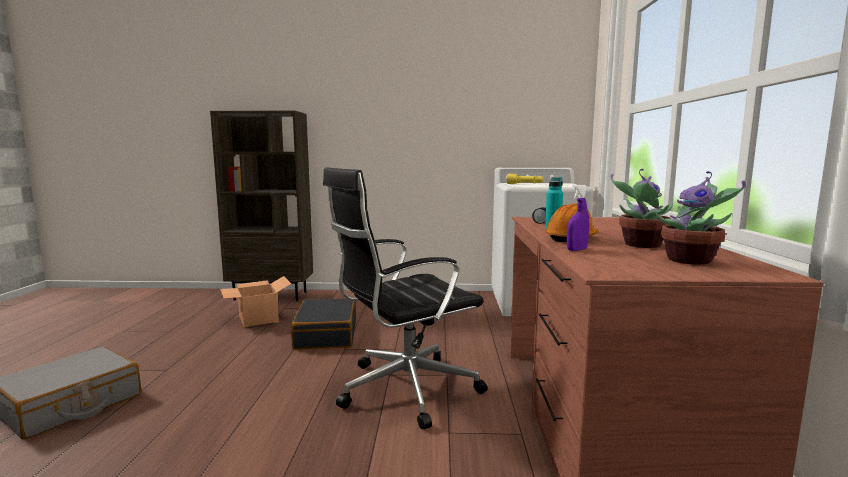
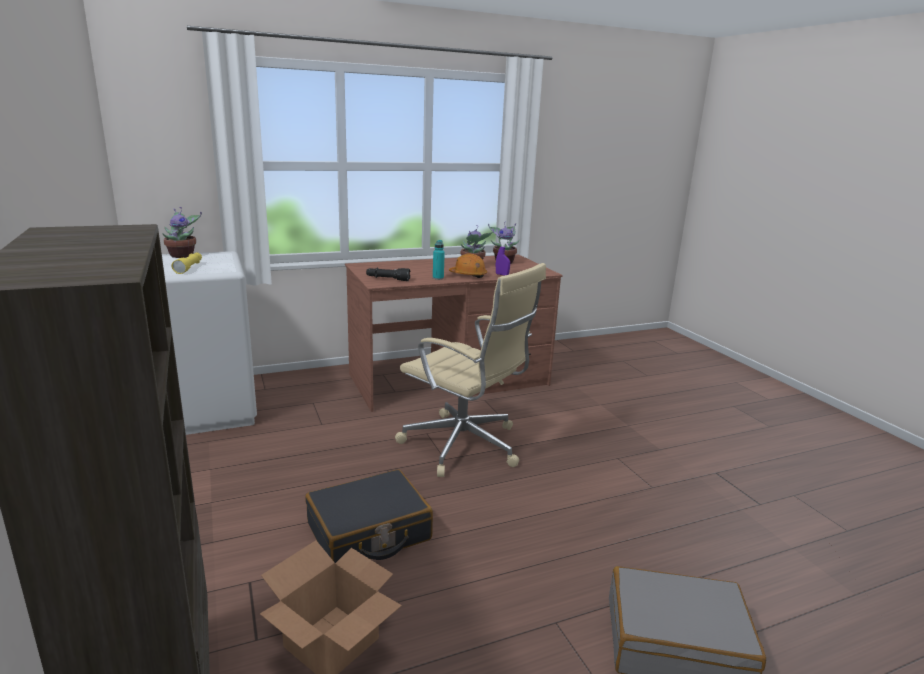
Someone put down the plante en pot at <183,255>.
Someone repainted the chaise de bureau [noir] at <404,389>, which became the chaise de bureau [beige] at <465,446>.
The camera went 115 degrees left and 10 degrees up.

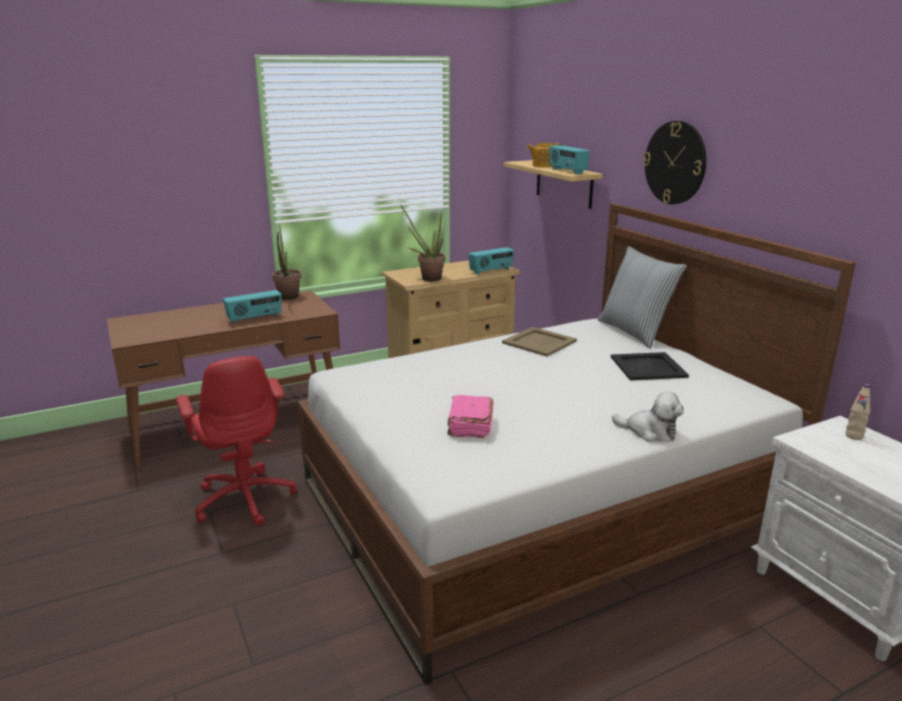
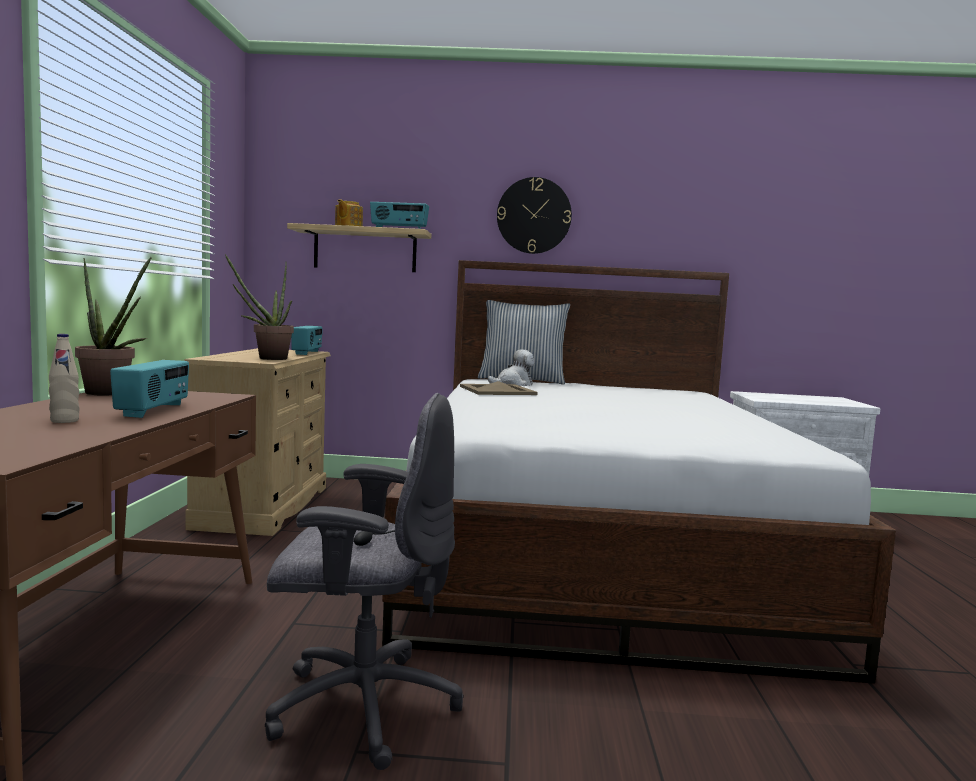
Someone took away the livre [rose] at <469,426>.
Someone took away the plateau [noir] at <647,367>.
Someone carried the peluche from <649,432> to <513,384>.
Someone carried the bouteille [beige] from <854,436> to <64,421>.
Someone repainted the chaise de bureau [rouge] at <244,498>, which became the chaise de bureau [gris] at <361,706>.
The camera went 60 degrees left and 15 degrees down.

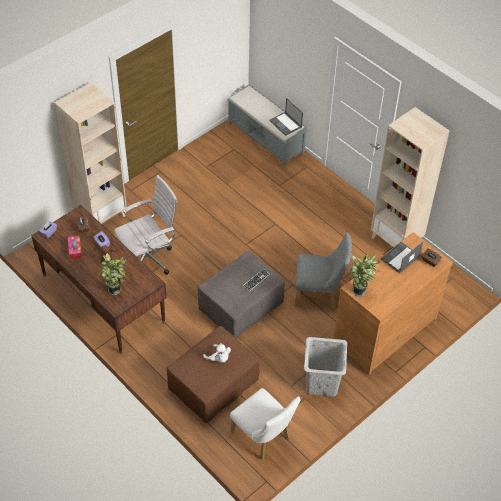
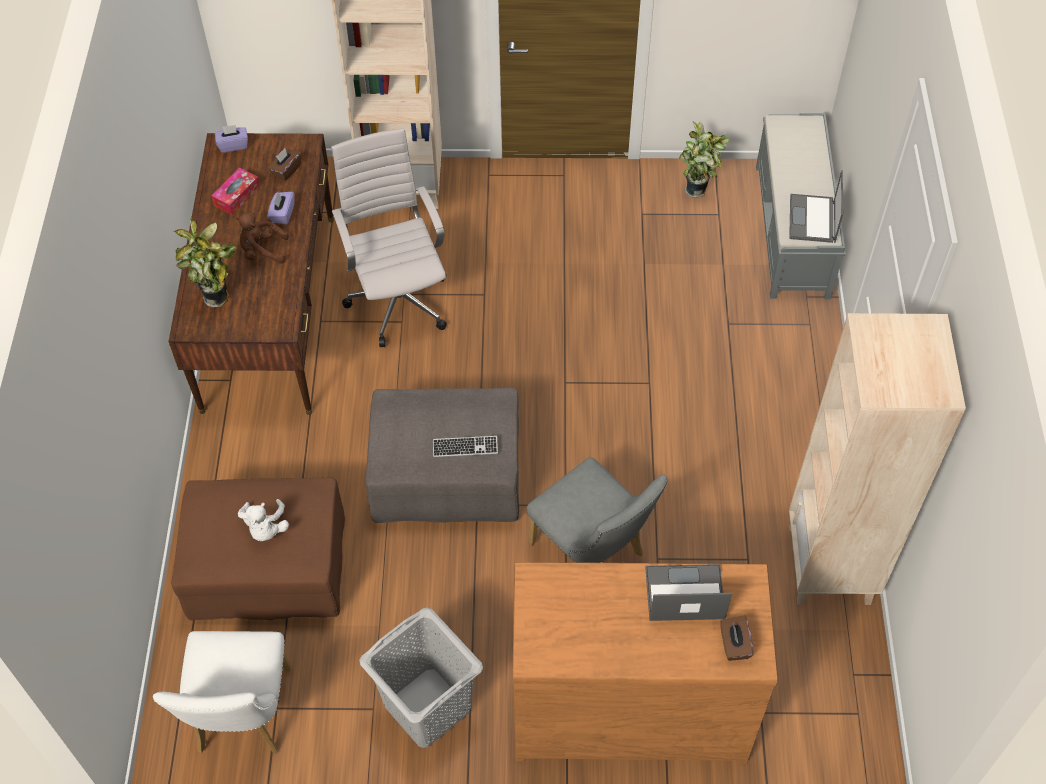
Someone carried the plante en pot from <360,290> to <698,190>.
Someone rotated the chaise de bureau [blanc] at <149,259> by 120 degrees counterclockwise.
The camera went 45 degrees right and 5 degrees up.

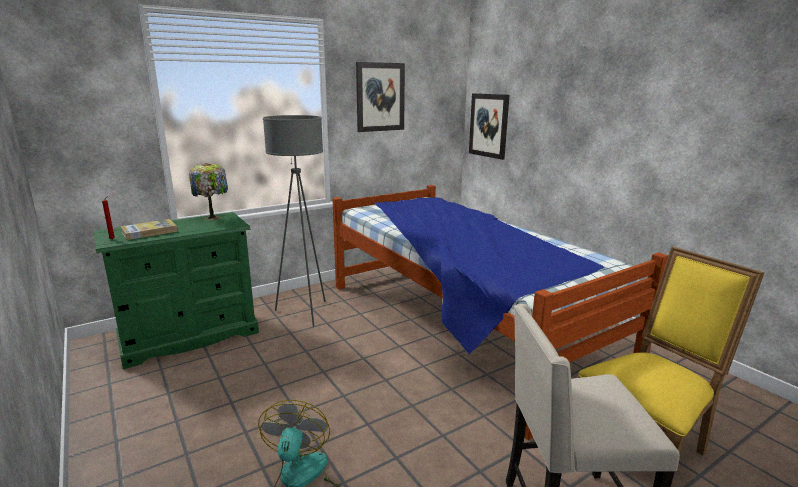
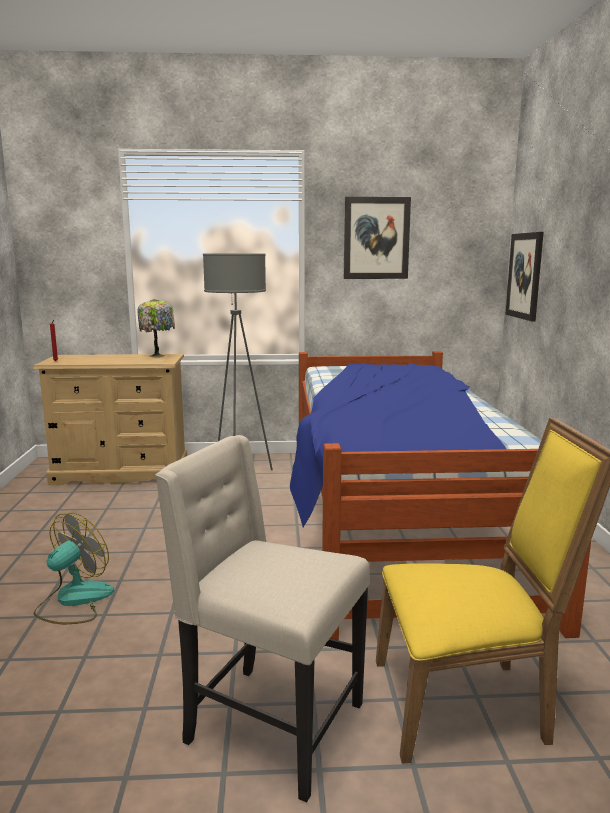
Someone took away the livre at <149,232>.
Someone repainted the commode [vert] at <190,336>, which became the commode [beige] at <121,473>.
The camera went 30 degrees right and 5 degrees down.

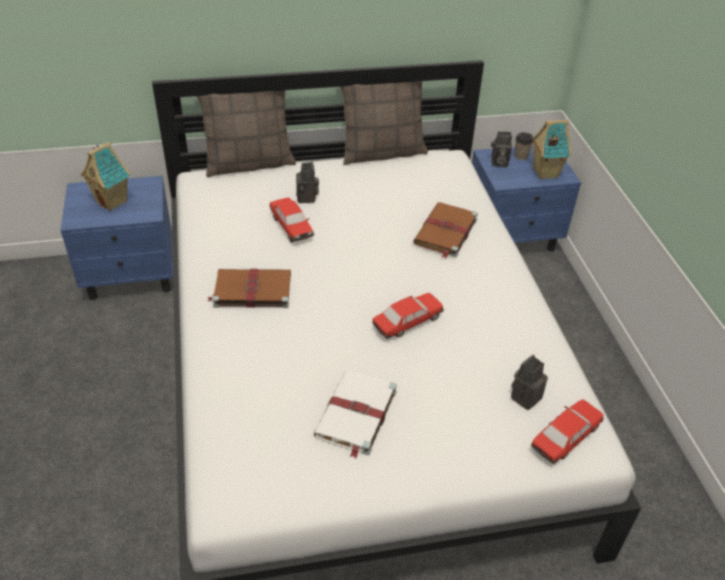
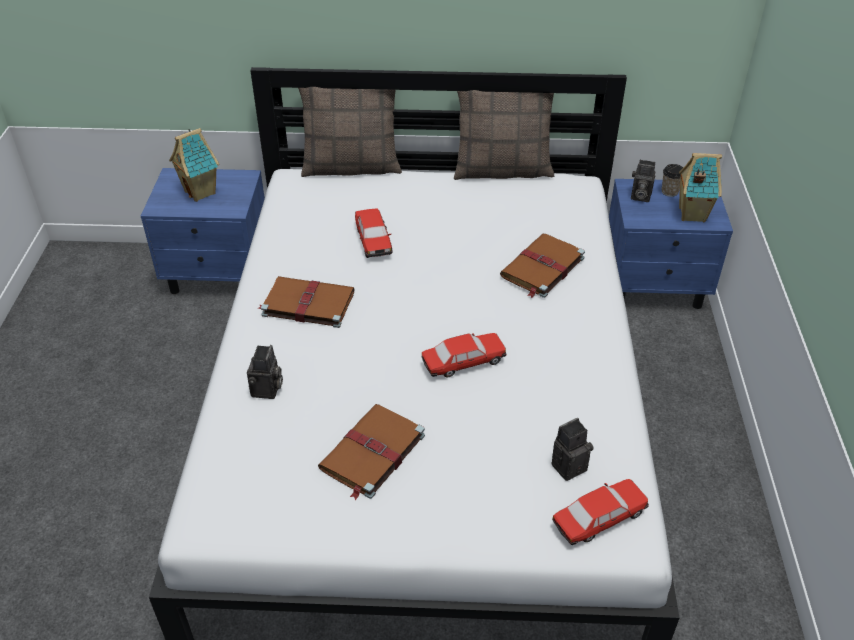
Someone carried the appareil photo from <307,198> to <267,390>.
Someone repainted the livre [blanc] at <355,415>, which became the livre [marron] at <371,453>.
The camera went 15 degrees right and 0 degrees up.

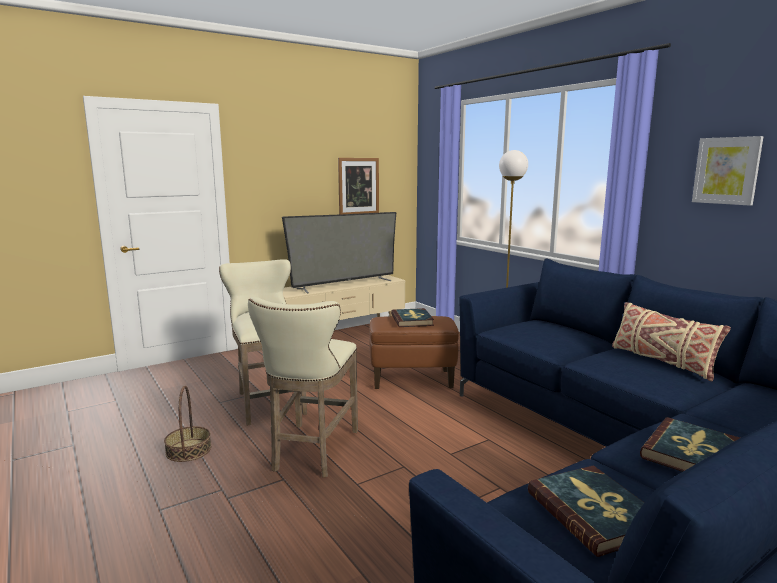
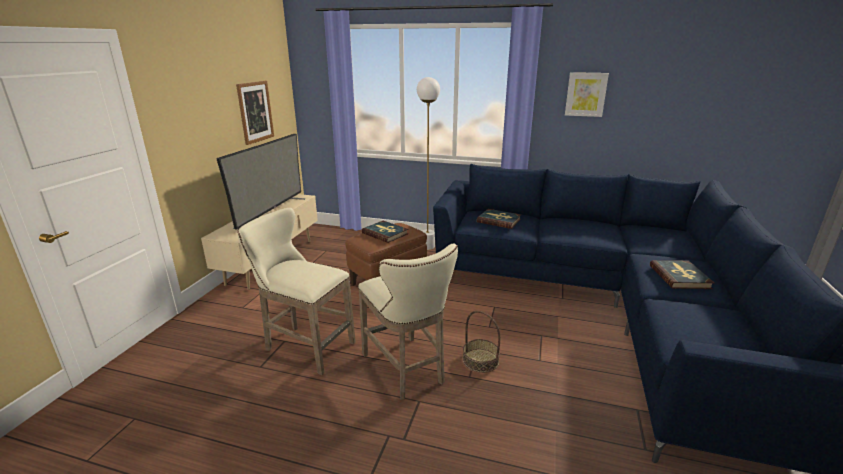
Someone took away the coussin [beige] at <662,361>.
Someone carried the panier from <188,450> to <480,360>.
Someone carried the livre from <594,513> to <499,220>.
The camera went 40 degrees left and 10 degrees up.

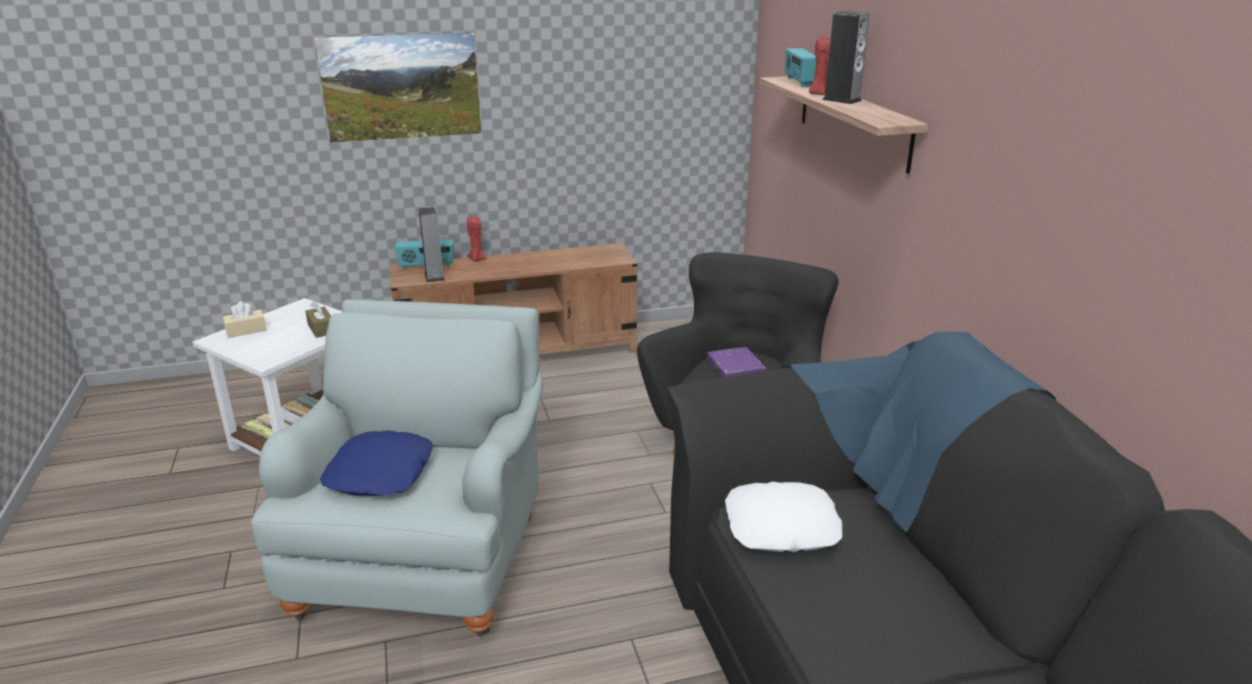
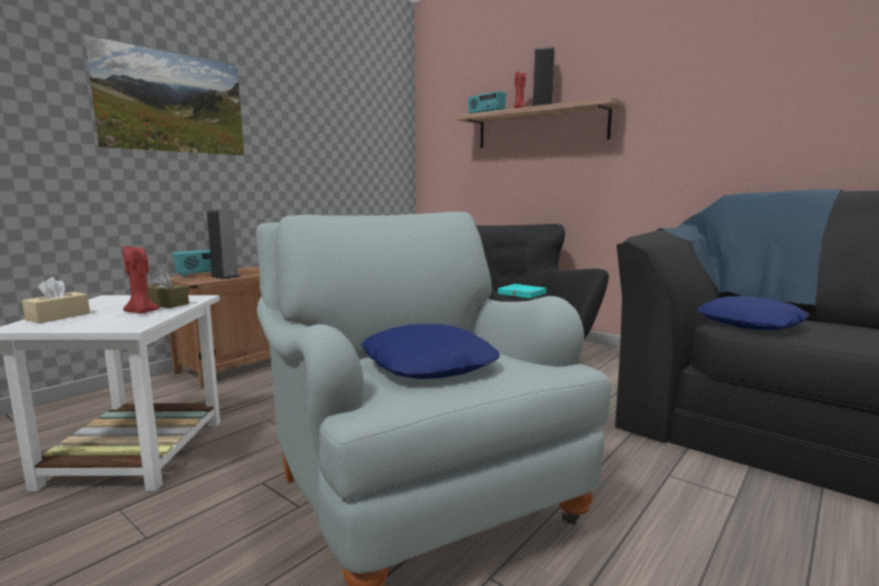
Someone carried the bougie [rouge] from <476,260> to <141,312>.
Someone repainted the livre [violet] at <735,367>, which became the livre [turquoise] at <522,294>.
Someone repainted the coussin [blanc] at <781,528>, which became the coussin [bleu] at <751,324>.
The camera went 35 degrees left and 15 degrees down.

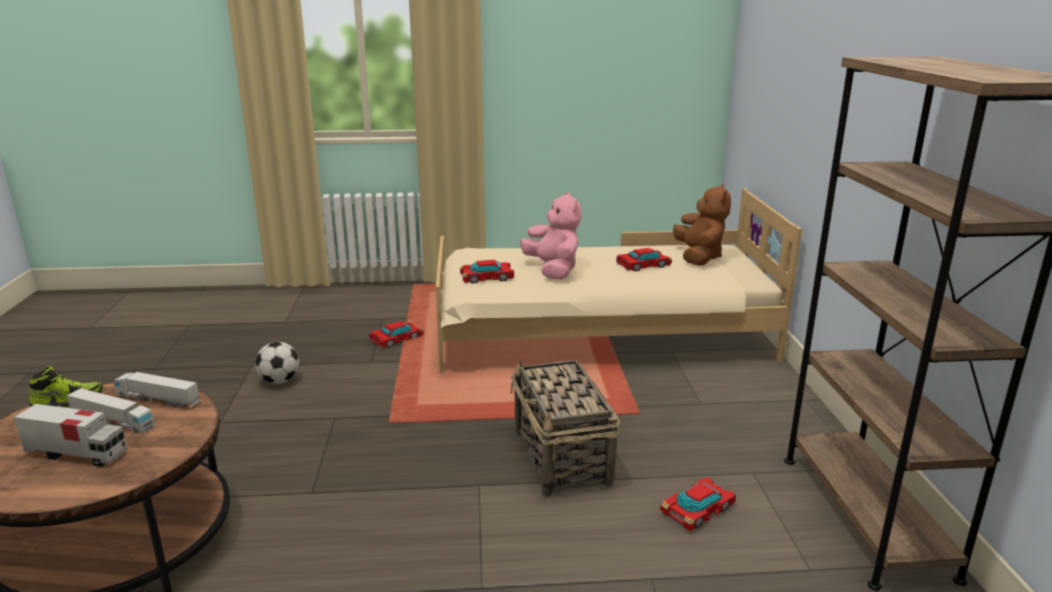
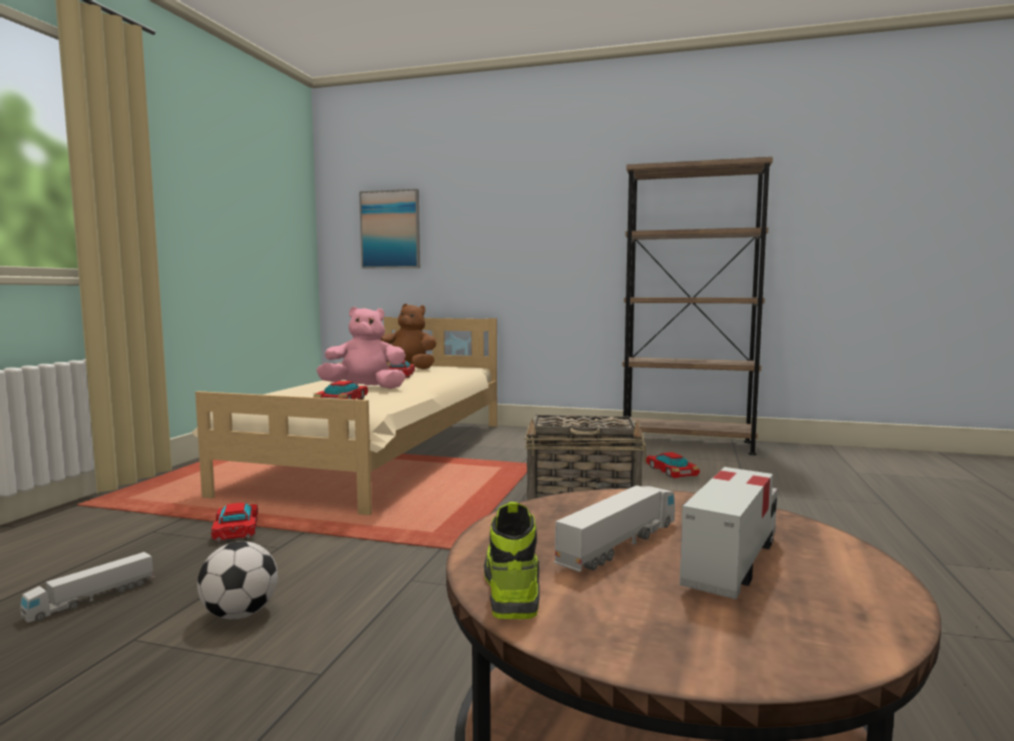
Someone put up the tableau at <390,229>.
Someone carried the camion jouet from <158,399> to <92,598>.
The camera went 70 degrees left and 15 degrees down.

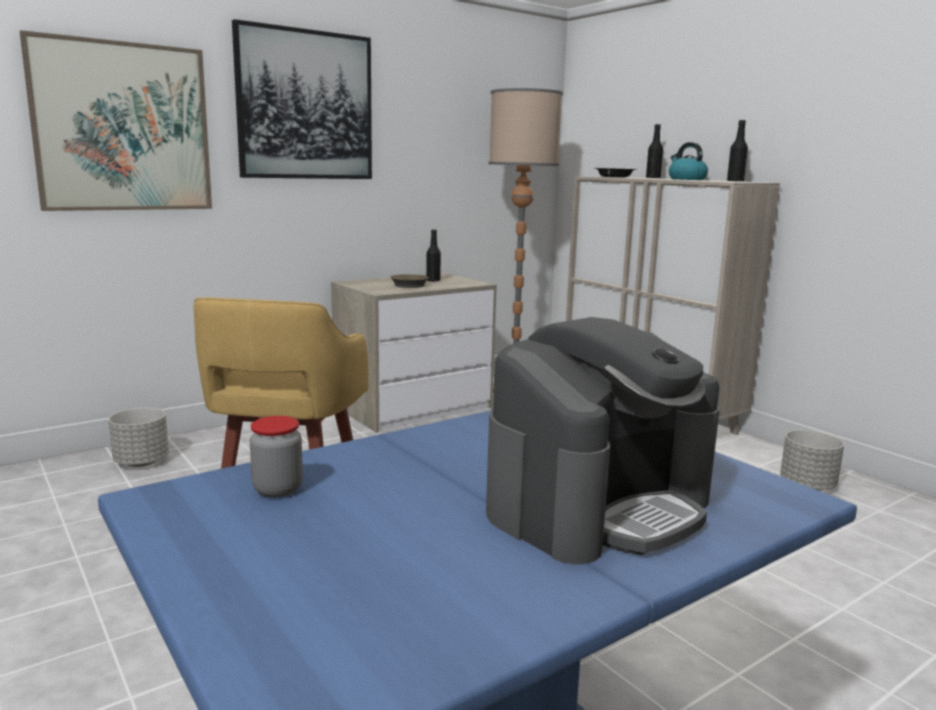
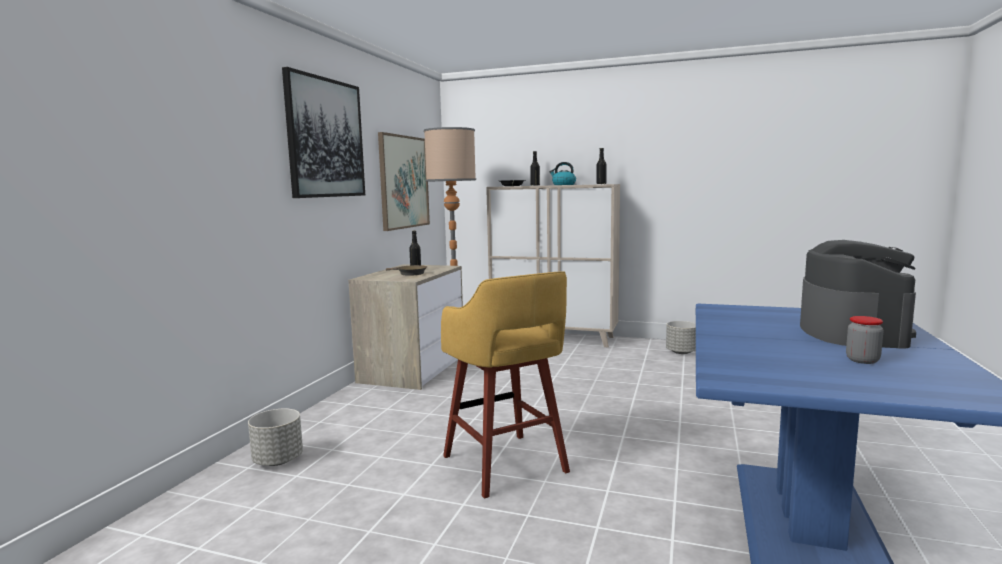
Someone carried the tableau from <123,127> to <404,182>.
Someone carried the bocal from <278,489> to <862,360>.
The camera went 35 degrees left and 5 degrees down.

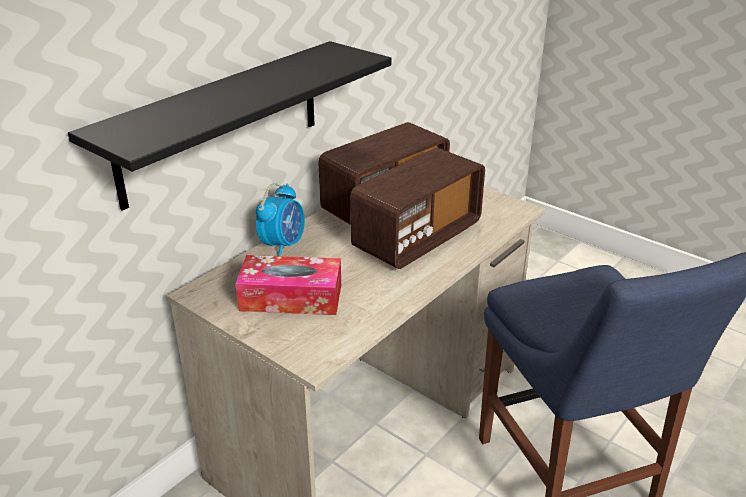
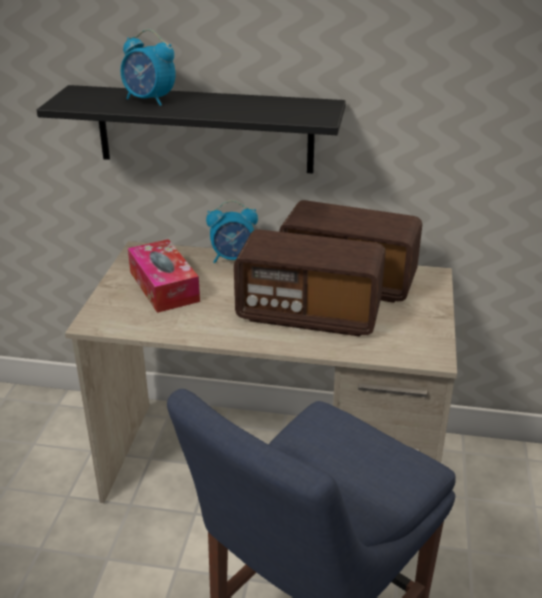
Someone put down the réveil at <149,100>.
The camera went 60 degrees right and 0 degrees up.

